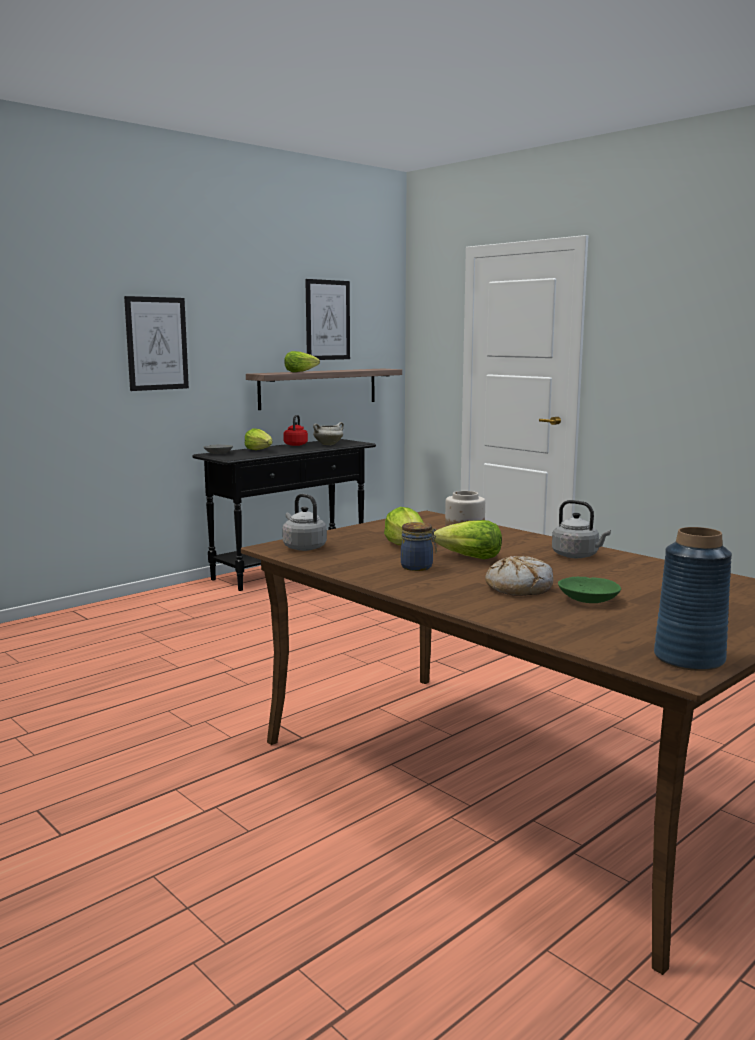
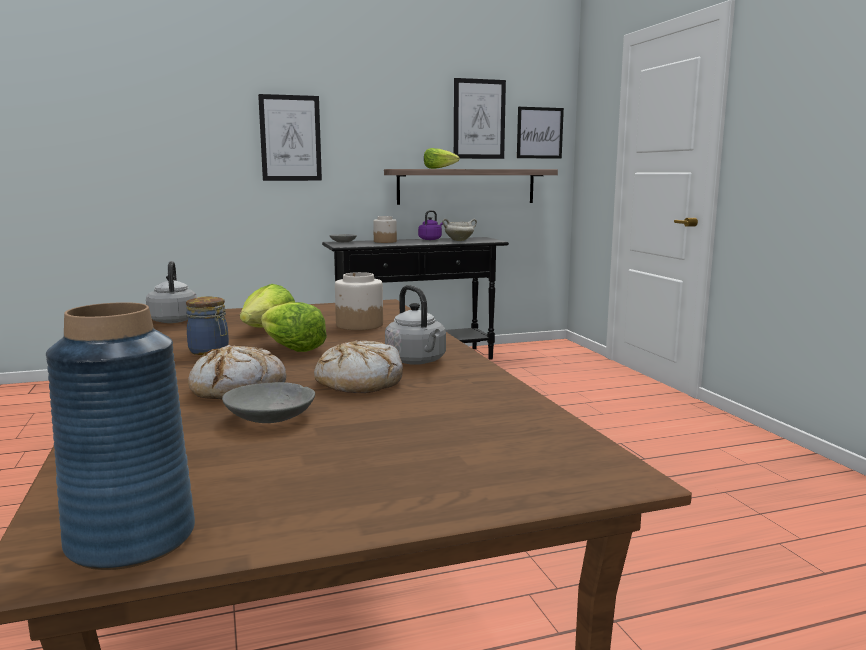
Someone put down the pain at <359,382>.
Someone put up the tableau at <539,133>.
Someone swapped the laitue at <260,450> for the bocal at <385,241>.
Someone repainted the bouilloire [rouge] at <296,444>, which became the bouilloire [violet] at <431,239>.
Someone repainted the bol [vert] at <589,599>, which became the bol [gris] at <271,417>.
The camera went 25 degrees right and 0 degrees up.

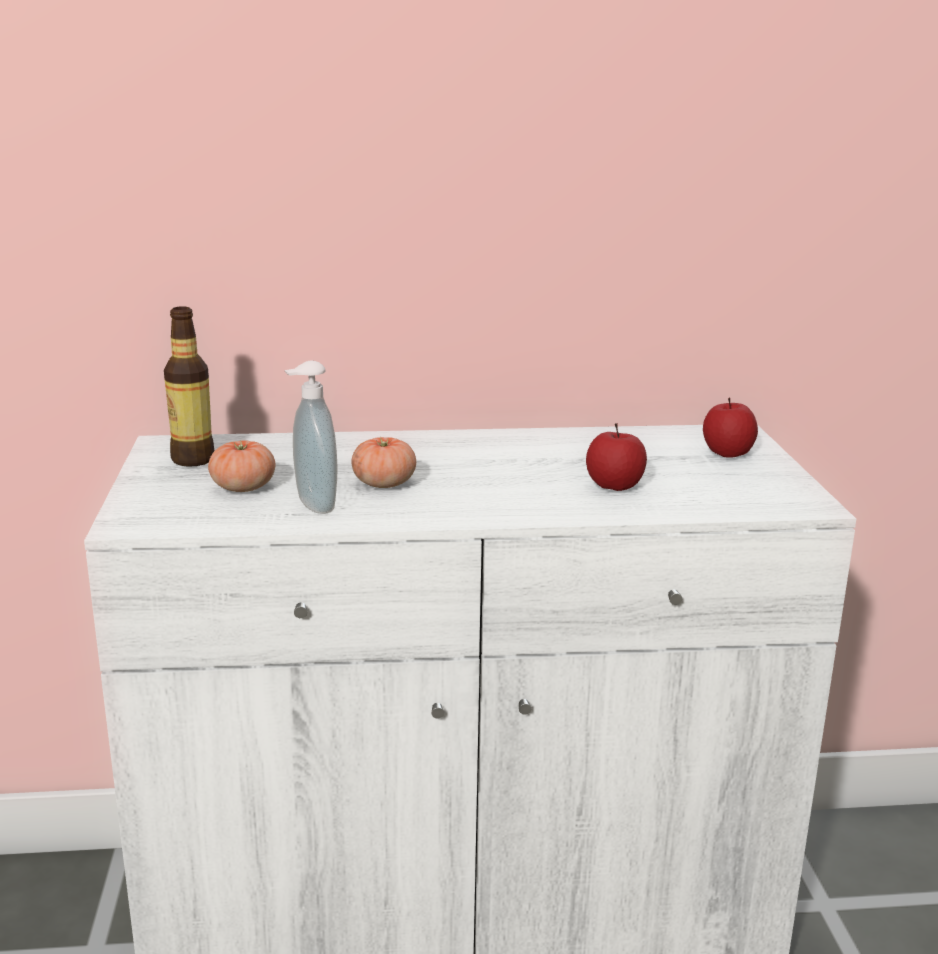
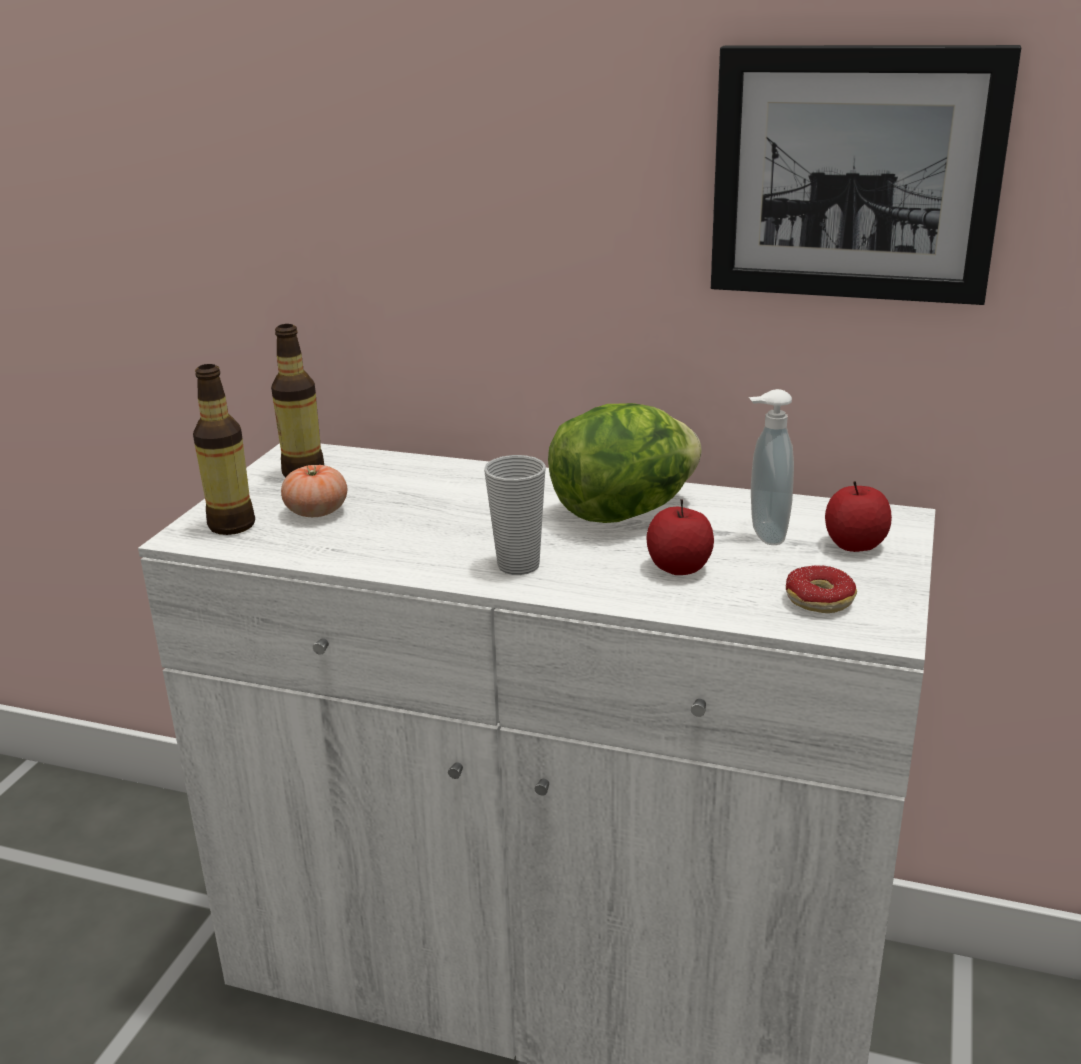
Someone took away the tomate at <384,483>.
Someone put down the bouteille at <231,525>.
Someone put down the tasse at <518,565>.
Someone put down the laitue at <623,512>.
Someone put up the tableau at <855,174>.
Someone put down the beignet at <812,605>.
Someone carried the distributeur de savon from <312,506> to <764,535>.
The camera went 25 degrees right and 5 degrees up.

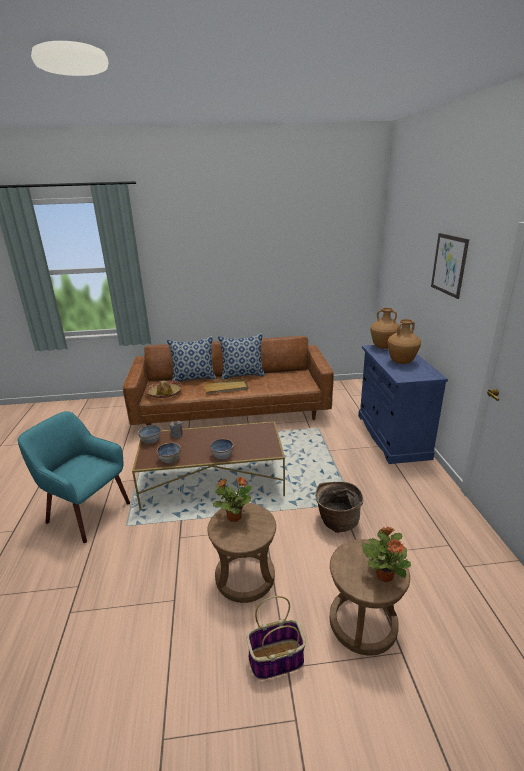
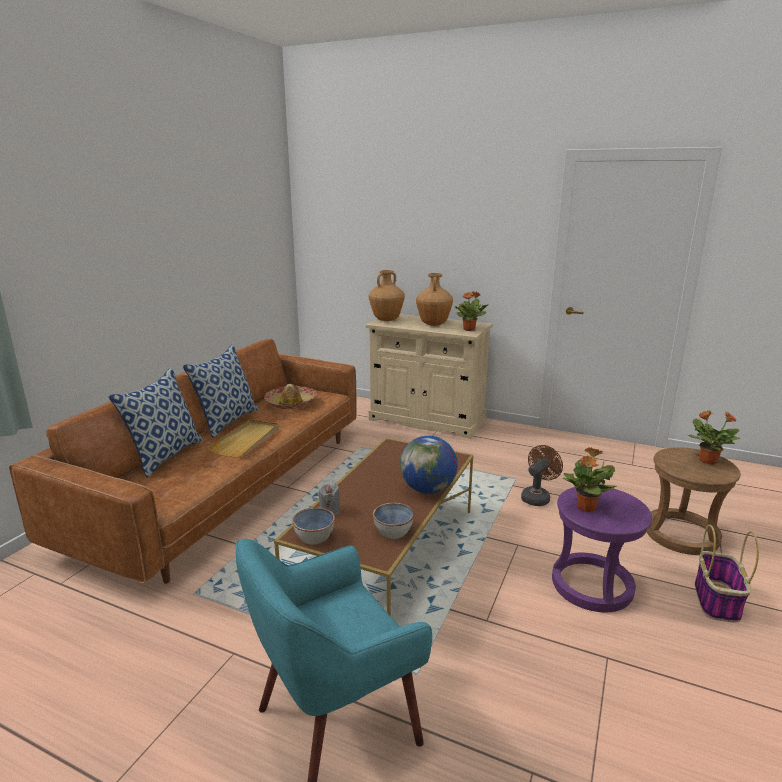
Someone took away the tableau at <449,265>.
Someone put down the plante en pot at <469,329>.
Someone carried the chapeau from <165,393> to <291,403>.
Someone swapped the bol at <222,455> for the globe at <428,489>.
Someone swapped the panier at <337,521> for the ventilateur [marron] at <537,497>.
Someone repainted the tabouret [marron] at <245,577>, which became the tabouret [violet] at <592,585>.
Someone repainted the meuble de rangement [bleu] at <392,436>, which became the meuble de rangement [beige] at <427,419>.
The camera went 60 degrees left and 5 degrees down.

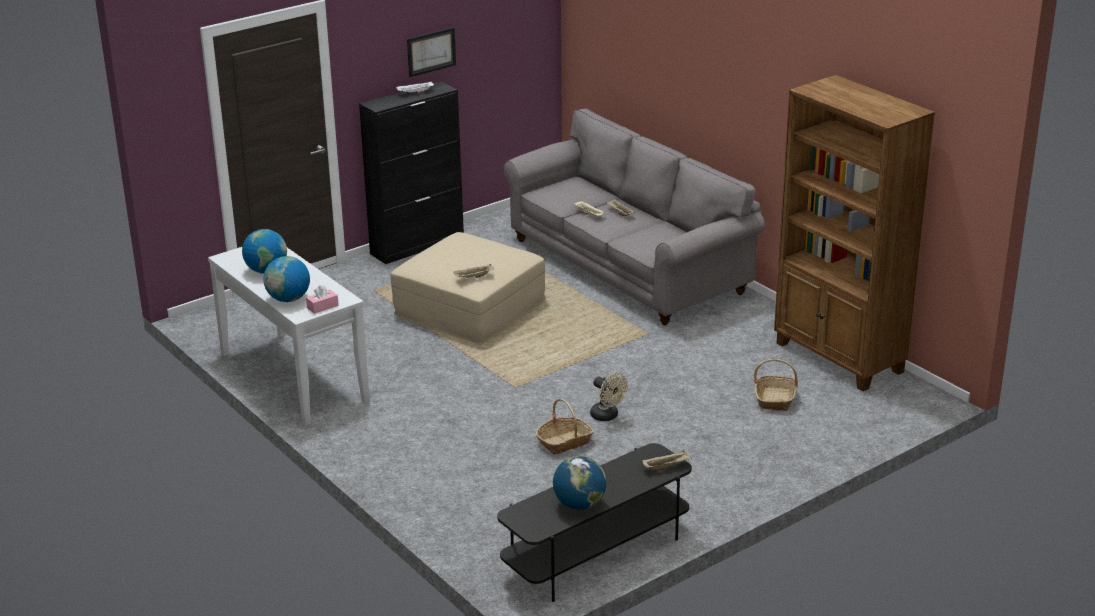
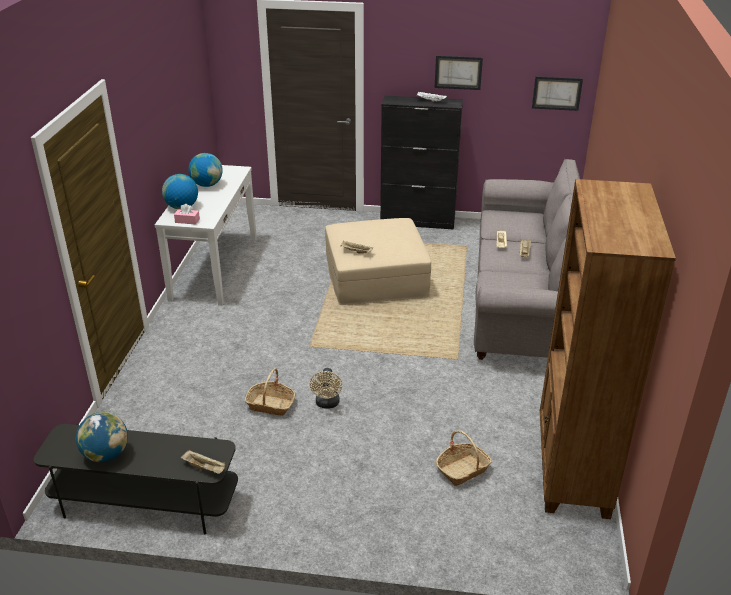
Someone put up the tableau at <556,93>.
The camera went 45 degrees right and 5 degrees up.

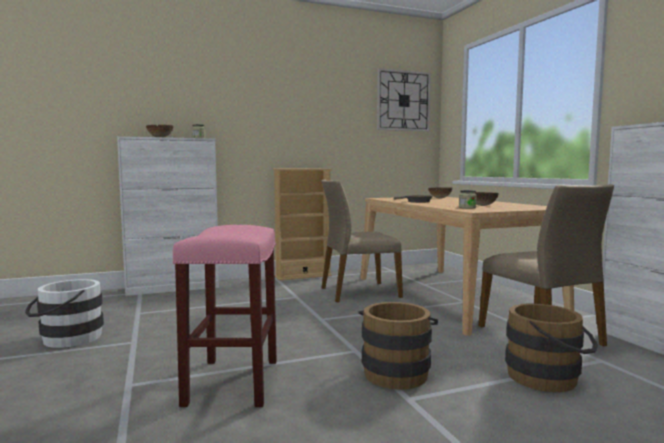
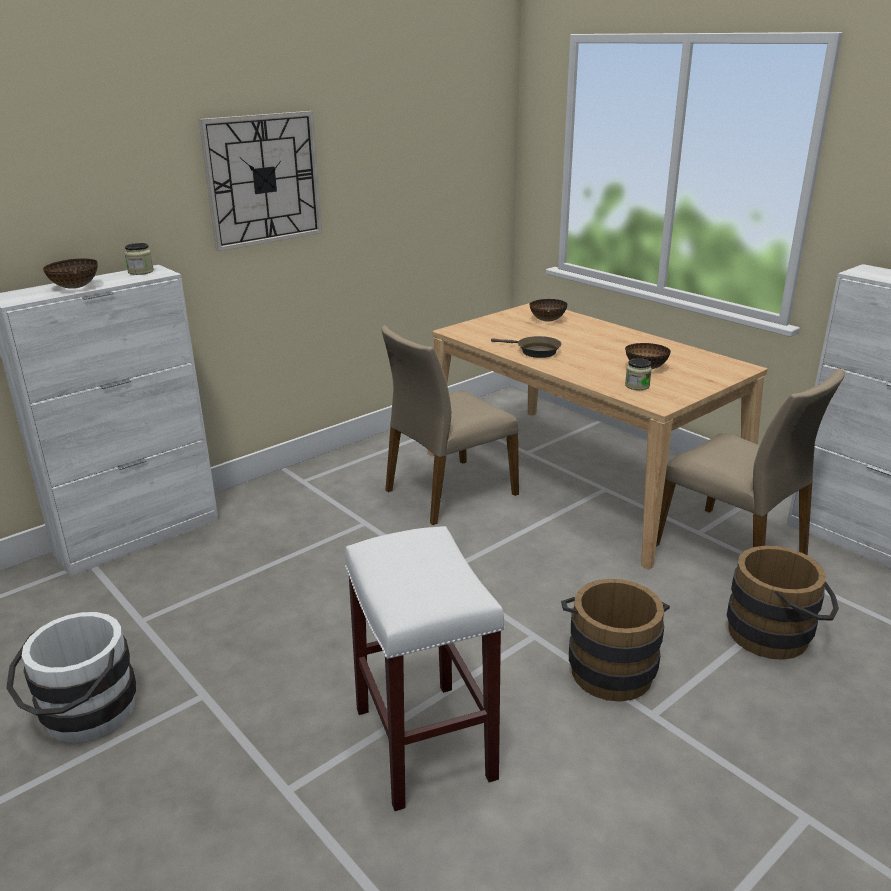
Someone took away the bibliothèque [beige] at <303,276>.
Someone carried the horloge murale from <403,101> to <263,180>.
Someone repainted the tabouret [rose] at <232,381>, which became the tabouret [blanc] at <422,741>.
The camera went 20 degrees left and 20 degrees up.

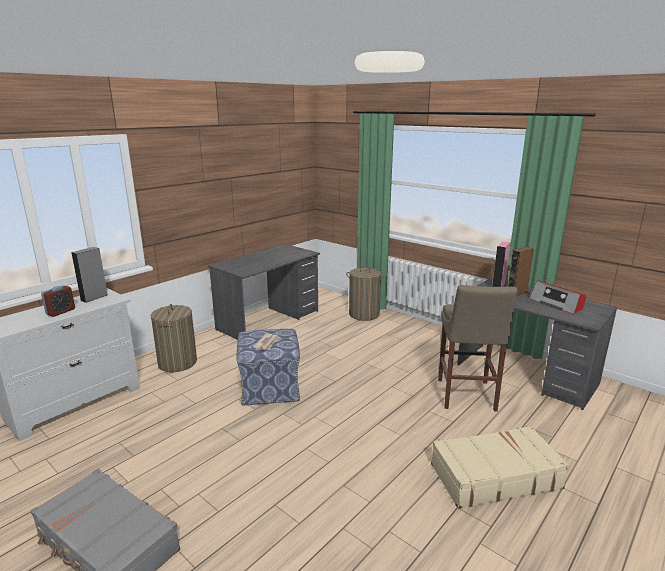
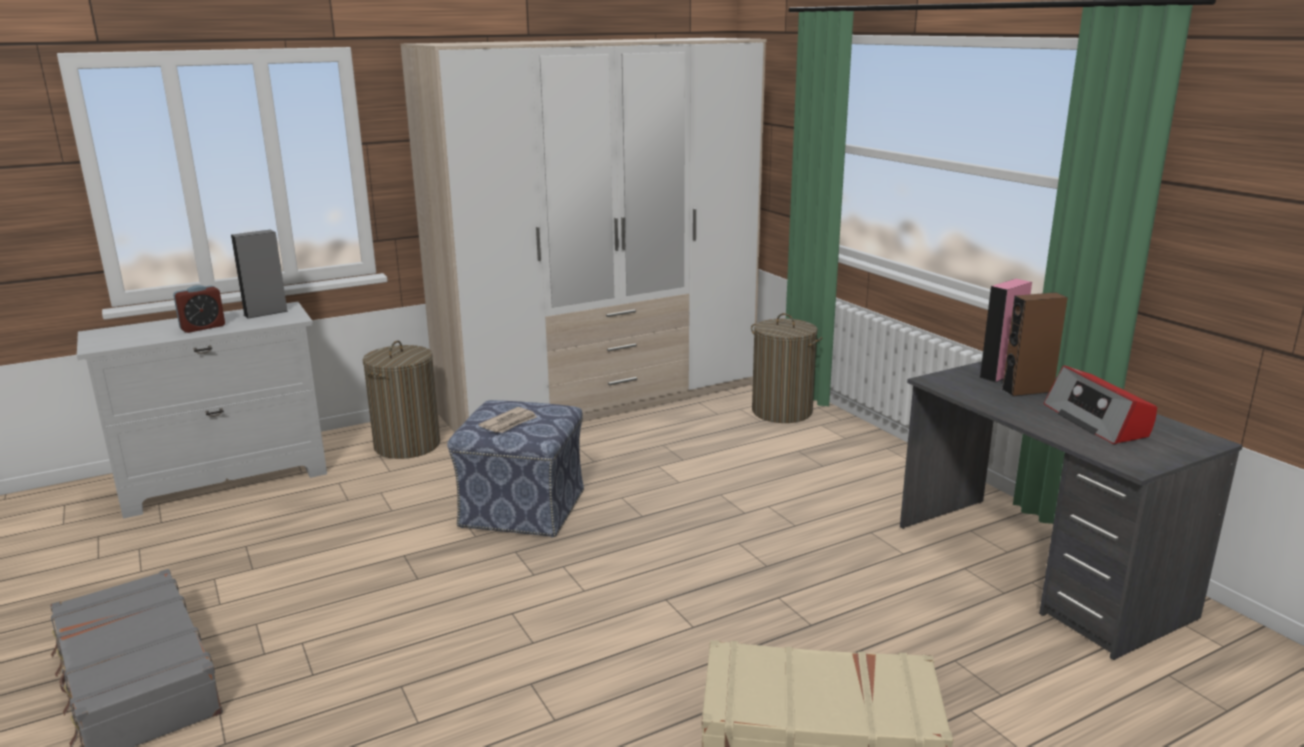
Someone took away the tabouret [beige] at <466,396>.
Someone swapped the bureau [gris] at <269,320> for the armoire at <601,399>.
The camera went 20 degrees right and 0 degrees up.

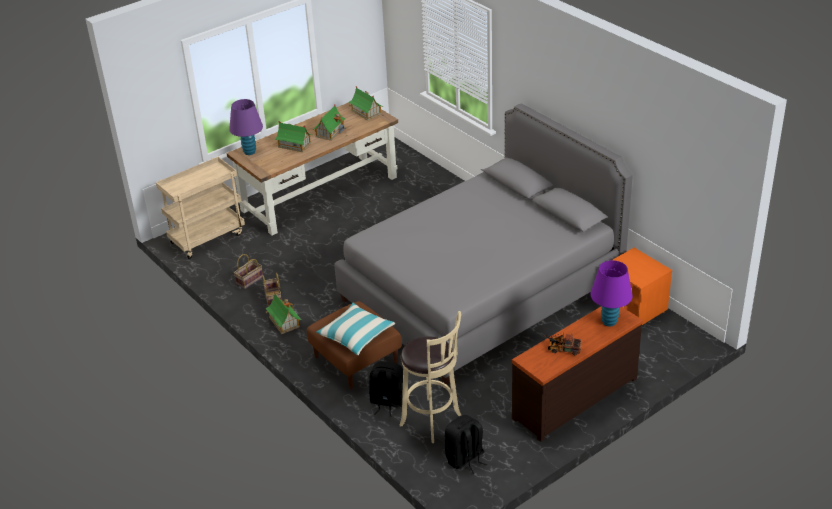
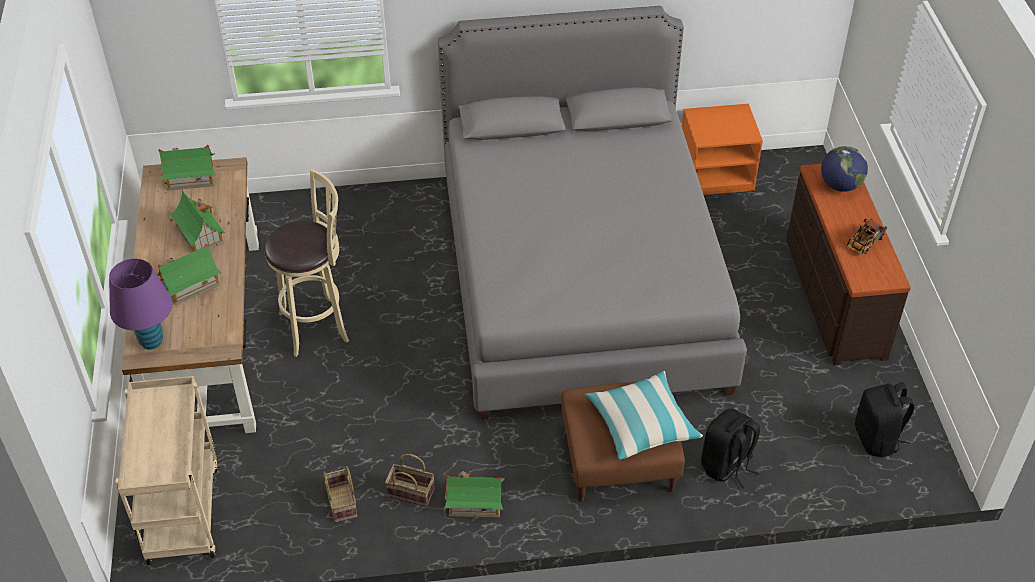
Someone carried the tabouret [beige] from <433,421> to <318,326>.
Someone swapped the lampe de table [violet] at <609,322> for the globe at <840,185>.
The camera went 60 degrees left and 10 degrees up.

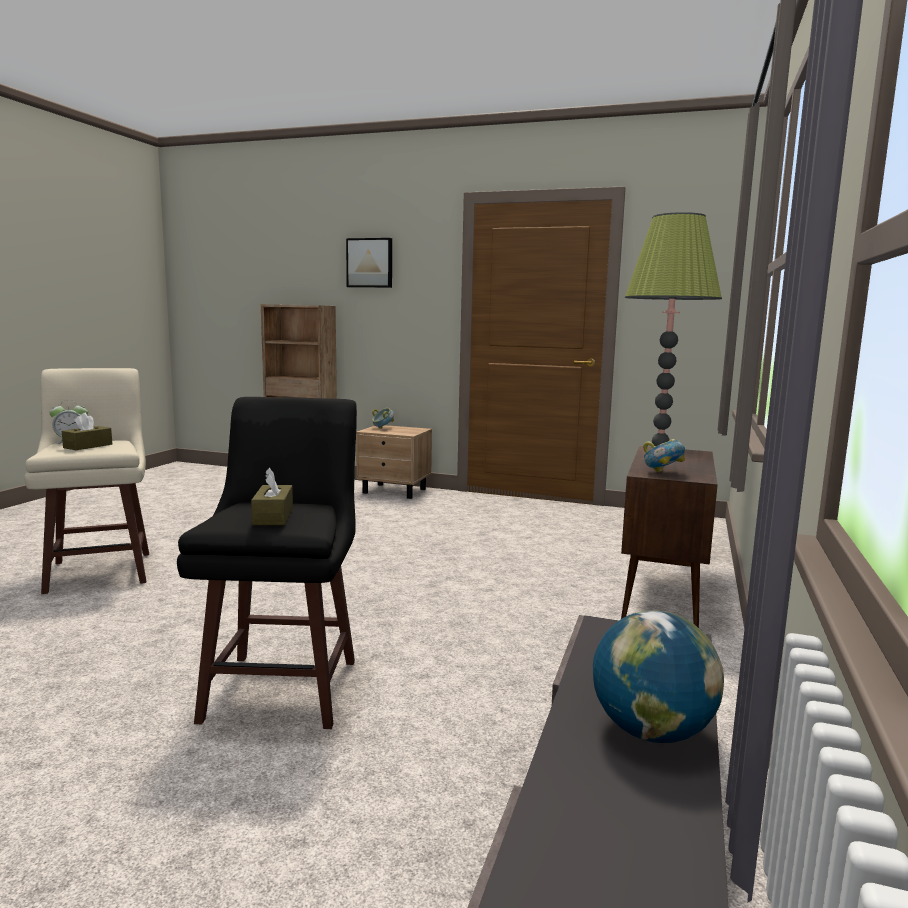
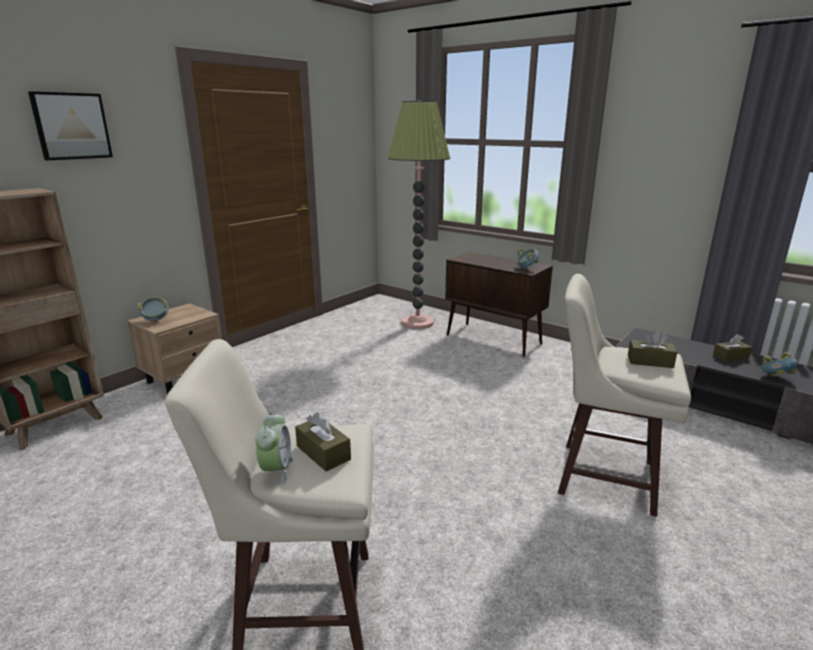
Someone put down the bol at <775,377>.
Someone swapped the globe at <651,731> for the boîte à mouchoirs [marron] at <730,357>.
Someone repainted the tabouret [noir] at <284,687>, which became the tabouret [beige] at <603,476>.
The camera went 70 degrees left and 10 degrees up.

